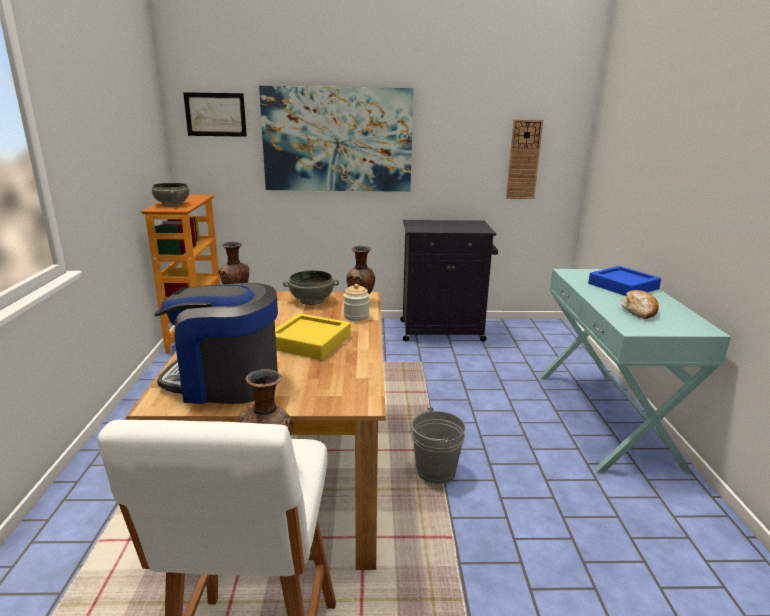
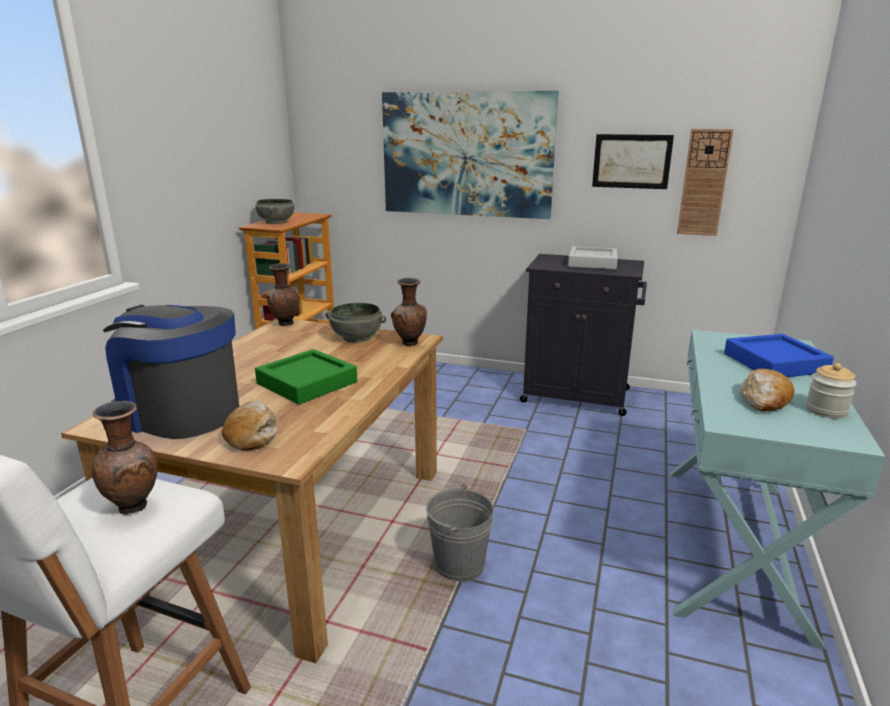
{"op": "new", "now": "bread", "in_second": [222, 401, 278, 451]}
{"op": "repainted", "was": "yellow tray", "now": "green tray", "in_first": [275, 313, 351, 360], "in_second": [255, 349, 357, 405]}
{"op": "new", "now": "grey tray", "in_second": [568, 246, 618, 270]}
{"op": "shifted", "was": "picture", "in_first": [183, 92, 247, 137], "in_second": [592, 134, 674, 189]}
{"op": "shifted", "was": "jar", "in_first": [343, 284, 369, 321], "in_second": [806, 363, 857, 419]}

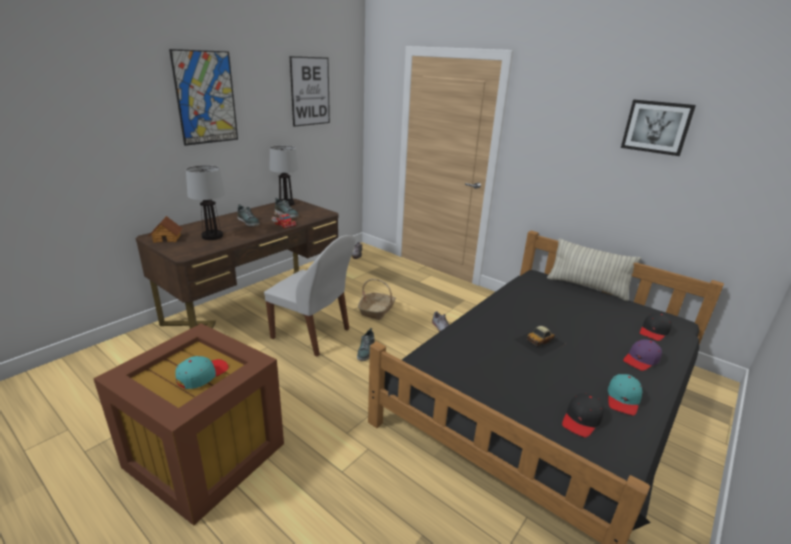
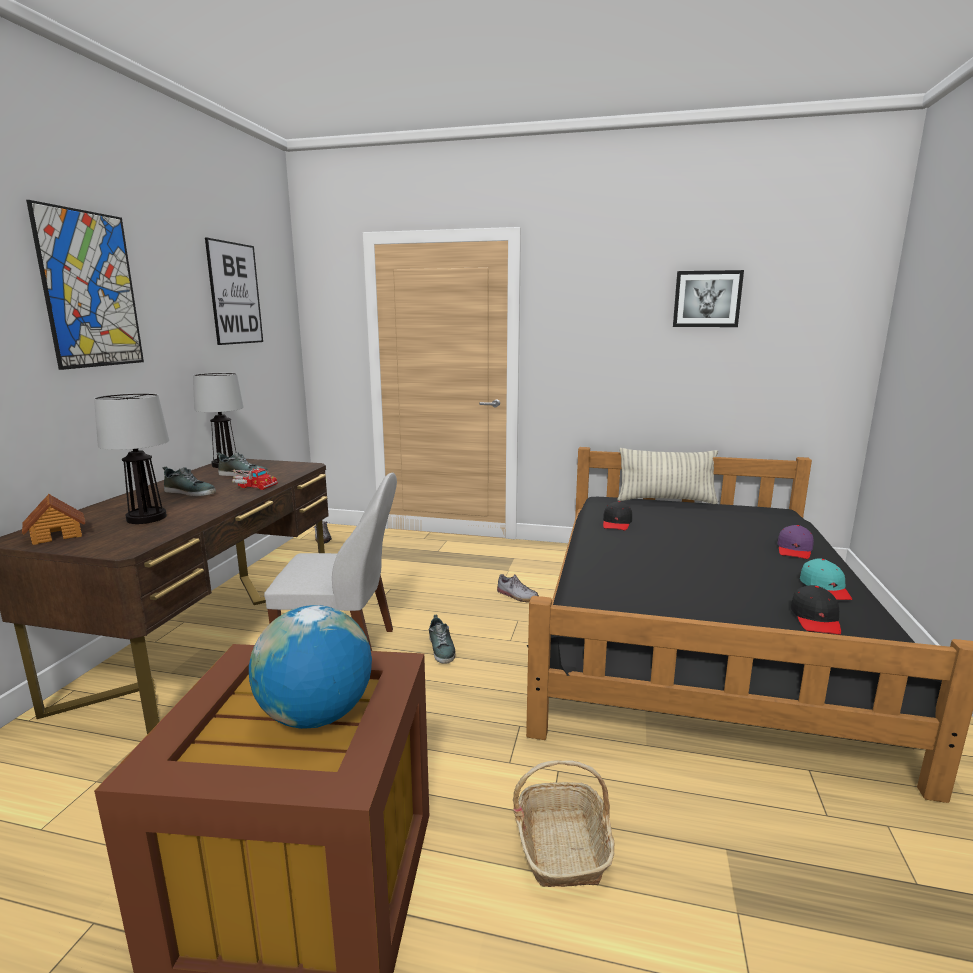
{"op": "swapped", "was": "turquoise cap", "now": "globe", "in_first": [175, 356, 229, 389], "in_second": [249, 605, 372, 729]}
{"op": "shifted", "was": "basket", "in_first": [358, 279, 396, 320], "in_second": [513, 760, 614, 887]}
{"op": "shifted", "was": "black cap", "in_first": [640, 313, 672, 341], "in_second": [603, 501, 632, 530]}
{"op": "gone", "was": "toy car", "in_first": [514, 326, 566, 357]}

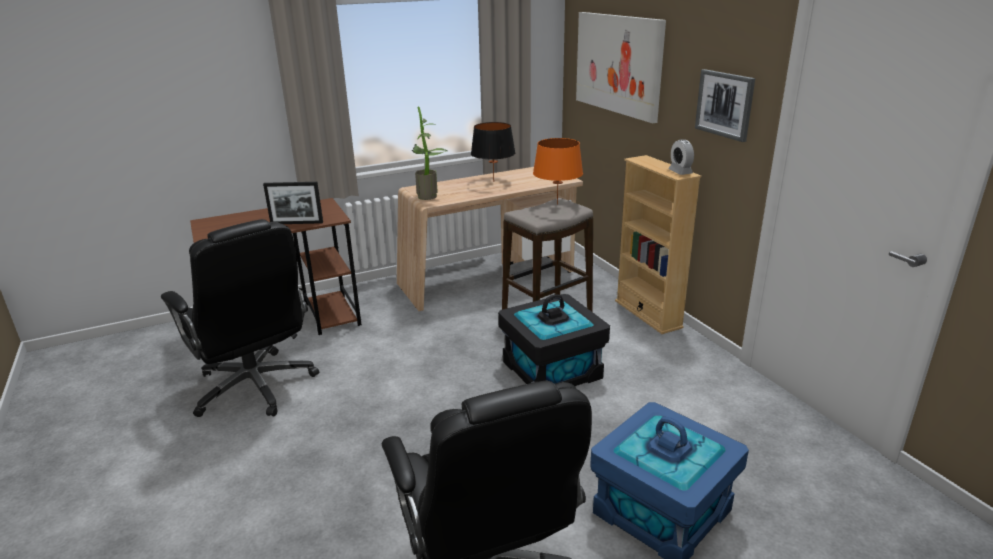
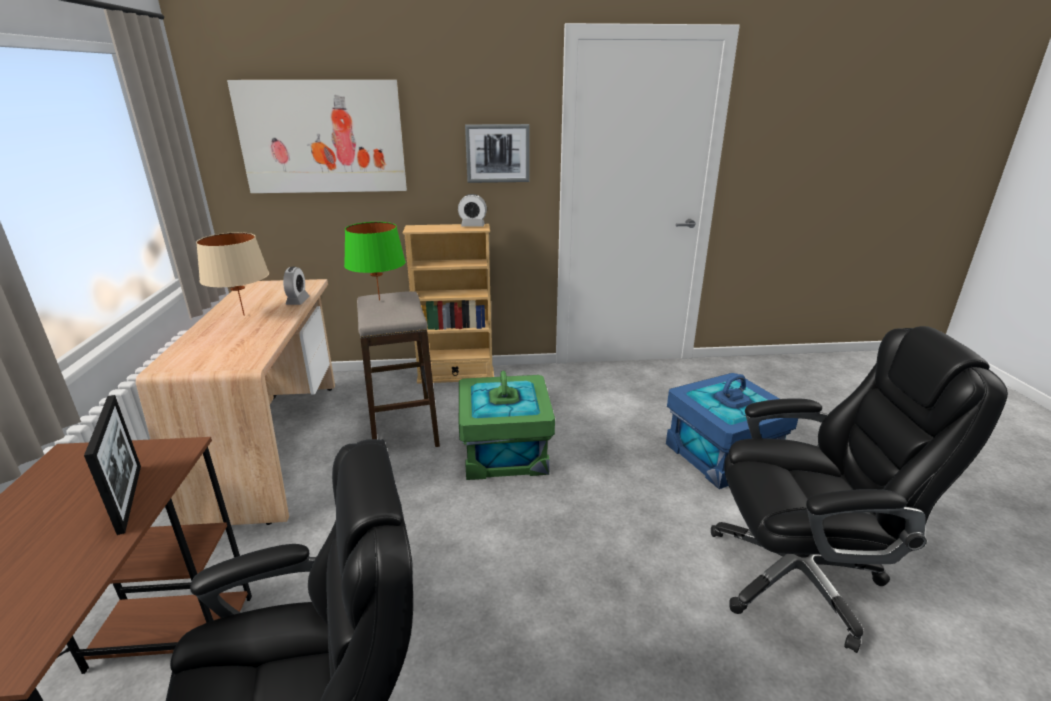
{"op": "rotated", "was": "picture frame", "in_first": [263, 182, 323, 224], "in_second": [84, 395, 141, 535], "clockwise": -45}
{"op": "repainted", "was": "black table lamp", "now": "beige table lamp", "in_first": [471, 122, 515, 182], "in_second": [196, 232, 269, 316]}
{"op": "new", "now": "alarm clock", "in_second": [283, 267, 309, 305]}
{"op": "repainted", "was": "orange table lamp", "now": "green table lamp", "in_first": [533, 138, 583, 205], "in_second": [344, 222, 406, 301]}
{"op": "repainted", "was": "black storage box", "now": "green storage box", "in_first": [498, 294, 610, 386], "in_second": [459, 371, 555, 480]}
{"op": "gone", "was": "potted plant", "in_first": [412, 106, 448, 200]}

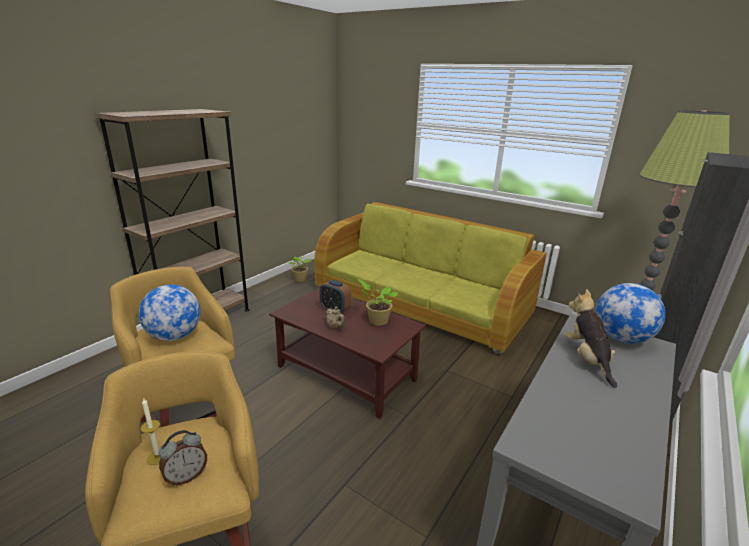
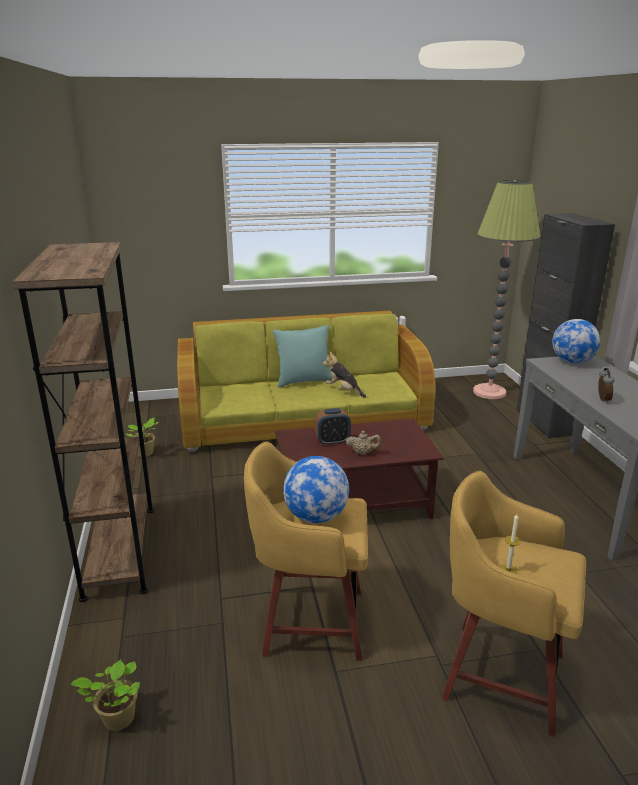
{"op": "shifted", "was": "potted plant", "in_first": [357, 279, 398, 326], "in_second": [71, 660, 140, 731]}
{"op": "new", "now": "turquoise pillow", "in_second": [273, 325, 332, 387]}
{"op": "shifted", "was": "plush toy", "in_first": [565, 289, 617, 388], "in_second": [323, 351, 366, 398]}
{"op": "shifted", "was": "alarm clock", "in_first": [159, 430, 207, 486], "in_second": [598, 368, 615, 403]}

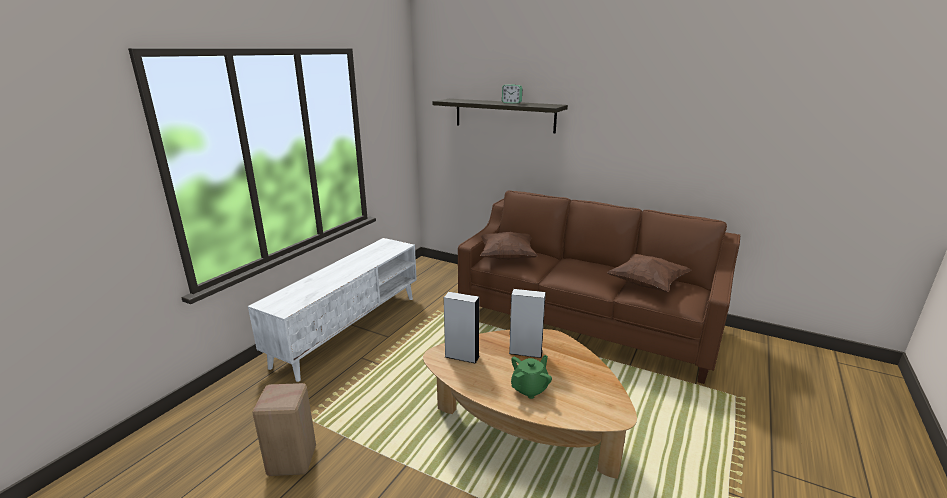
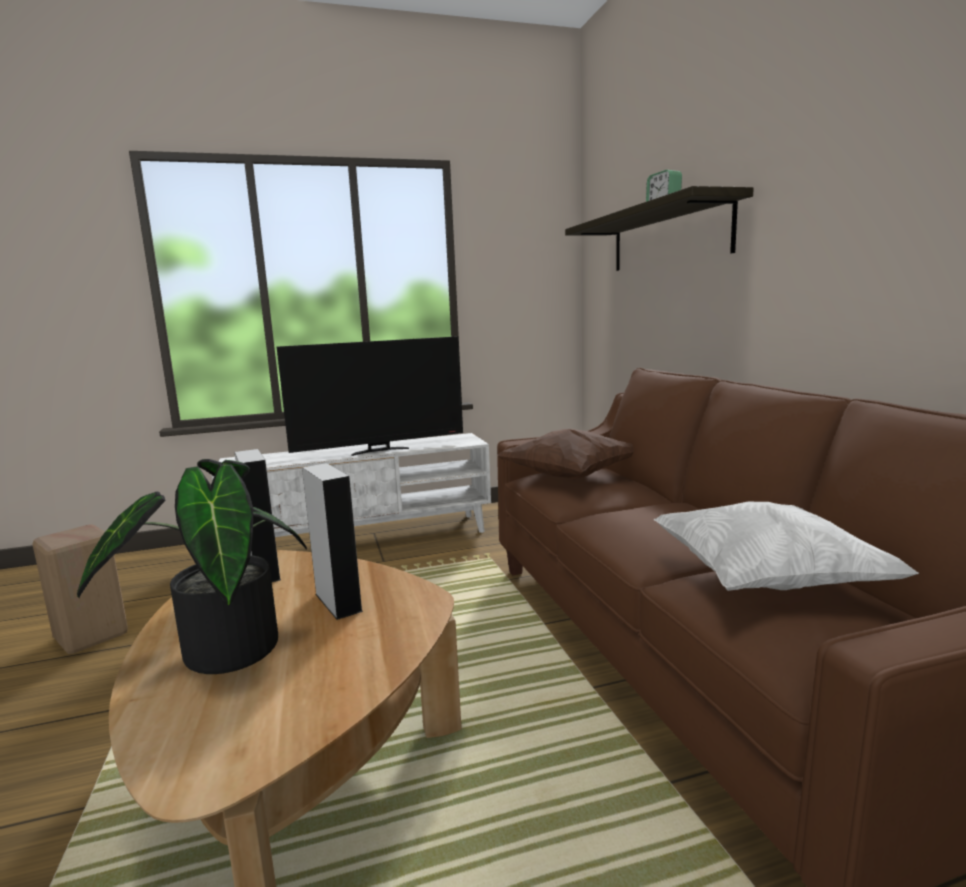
{"op": "swapped", "was": "green teapot", "now": "potted plant", "in_first": [511, 355, 552, 399], "in_second": [77, 459, 307, 674]}
{"op": "new", "now": "television", "in_second": [277, 336, 463, 456]}
{"op": "repainted", "was": "brown pillow", "now": "white pillow", "in_first": [607, 254, 692, 292], "in_second": [654, 502, 919, 591]}

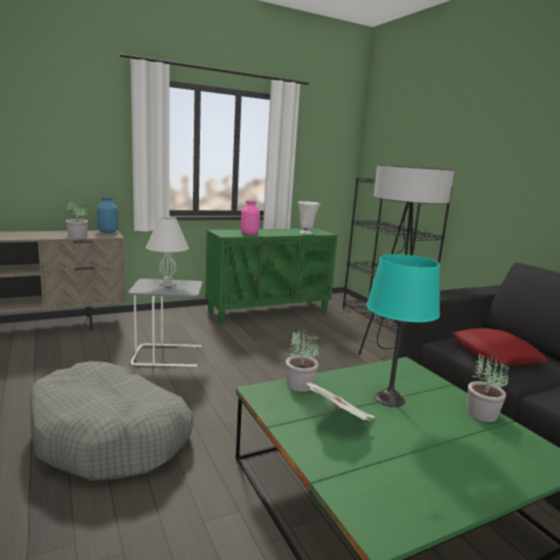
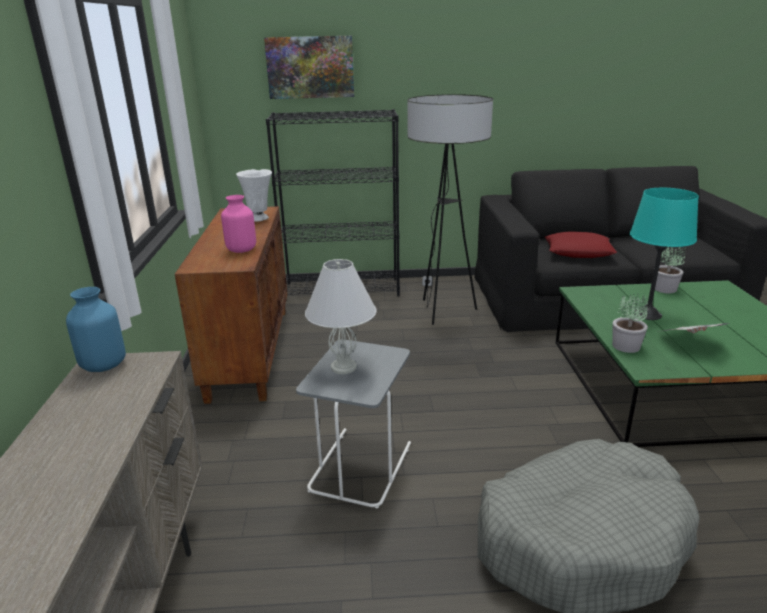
{"op": "repainted", "was": "green cabinet", "now": "brown cabinet", "in_first": [205, 228, 338, 324], "in_second": [175, 206, 288, 404]}
{"op": "new", "now": "picture", "in_second": [264, 36, 354, 99]}
{"op": "gone", "was": "potted plant", "in_first": [66, 200, 88, 238]}

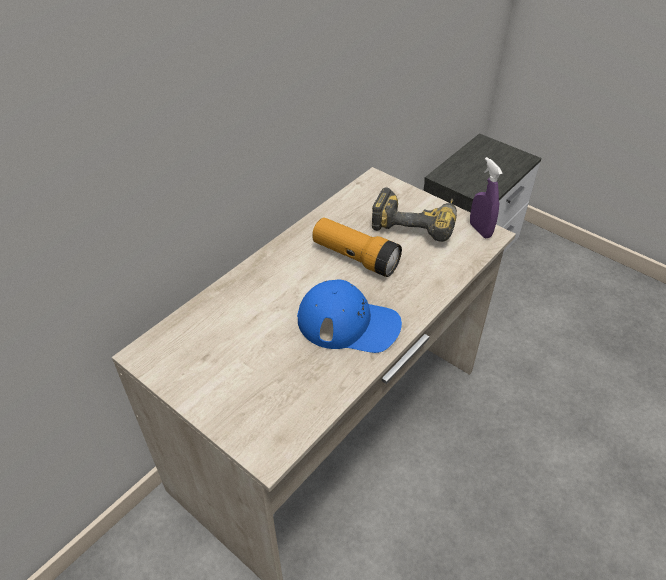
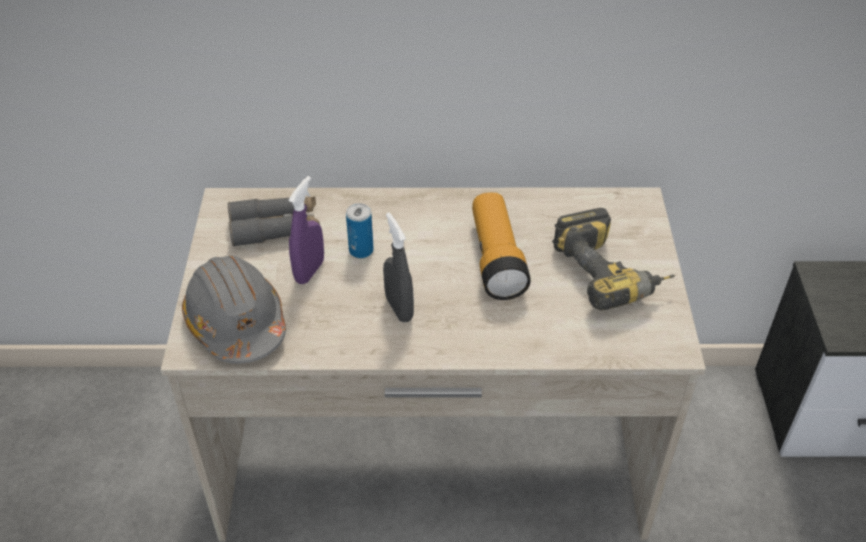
{"op": "new", "now": "grey hard hat", "in_second": [182, 255, 286, 364]}
{"op": "new", "now": "grey binoculars", "in_second": [228, 196, 320, 247]}
{"op": "shifted", "was": "purple spray bottle", "in_first": [470, 157, 503, 238], "in_second": [289, 176, 324, 284]}
{"op": "new", "now": "can", "in_second": [346, 203, 374, 258]}
{"op": "swapped", "was": "blue cap", "now": "grey spray bottle", "in_first": [297, 279, 402, 353], "in_second": [383, 212, 414, 322]}

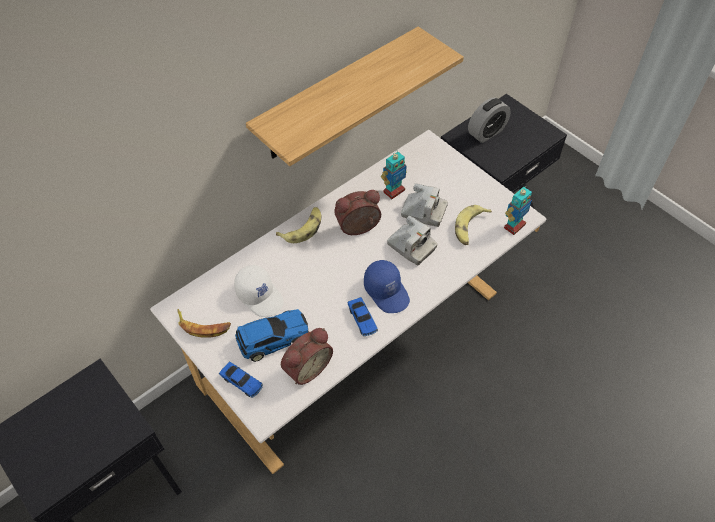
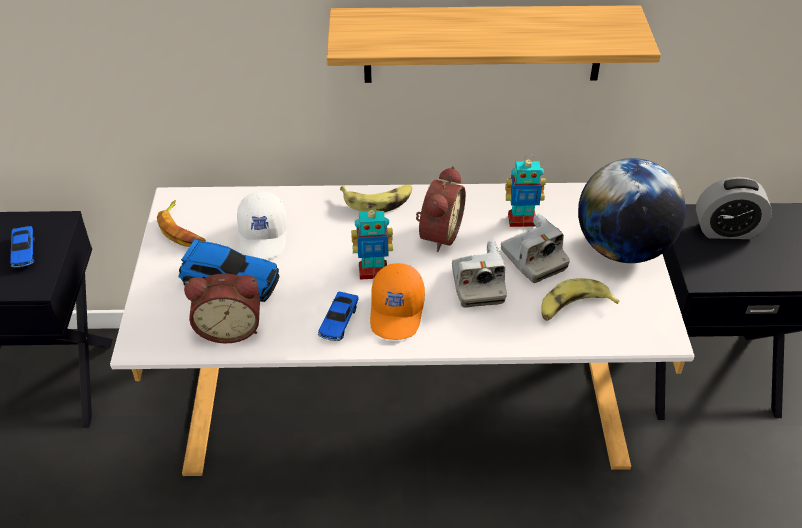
{"op": "shifted", "was": "toy car", "in_first": [219, 362, 263, 398], "in_second": [10, 226, 35, 268]}
{"op": "shifted", "was": "toy robot", "in_first": [504, 186, 532, 235], "in_second": [351, 205, 393, 280]}
{"op": "repainted", "was": "blue cap", "now": "orange cap", "in_first": [364, 260, 410, 313], "in_second": [370, 263, 425, 340]}
{"op": "rotated", "was": "alarm clock", "in_first": [334, 190, 381, 235], "in_second": [416, 166, 466, 252], "clockwise": 90}
{"op": "new", "now": "globe", "in_second": [578, 158, 686, 263]}

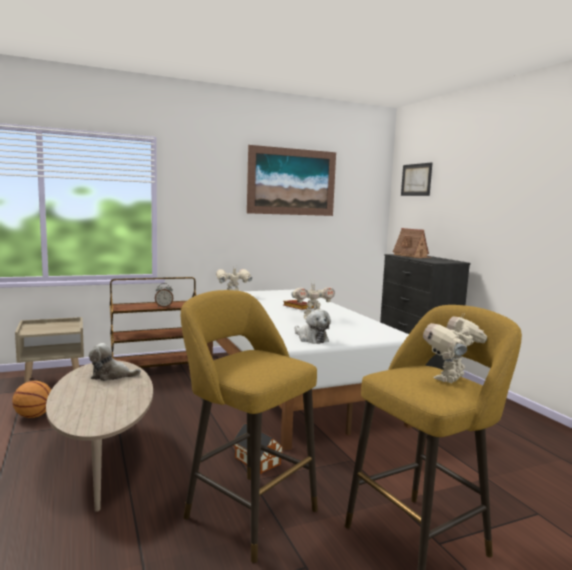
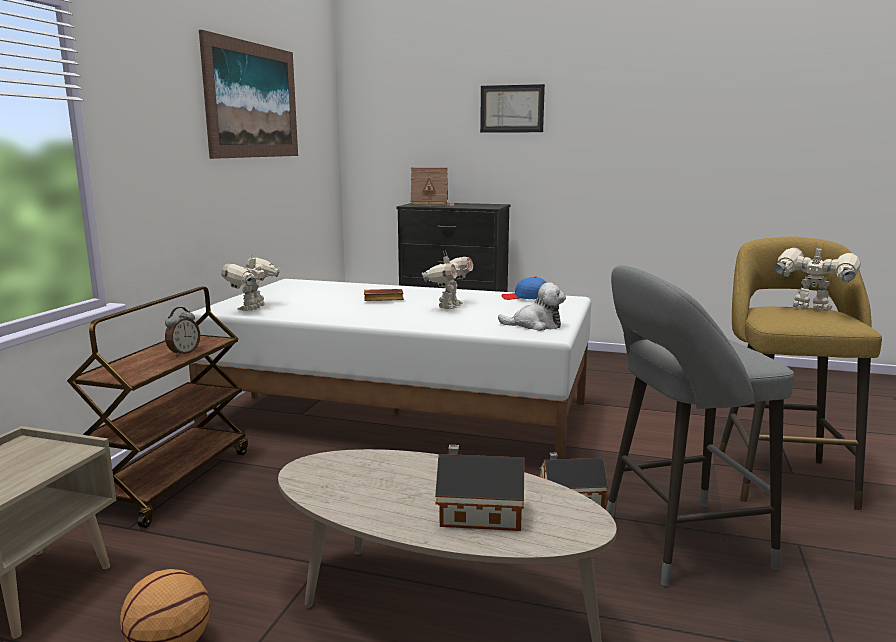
{"op": "new", "now": "toy house", "in_second": [435, 445, 524, 531]}
{"op": "shifted", "was": "picture", "in_first": [401, 162, 432, 196], "in_second": [480, 84, 545, 133]}
{"op": "new", "now": "blue cap", "in_second": [502, 276, 546, 300]}
{"op": "repainted", "was": "yellow stool", "now": "grey stool", "in_first": [181, 290, 318, 563], "in_second": [606, 265, 794, 586]}
{"op": "rotated", "was": "toy robot", "in_first": [423, 314, 487, 383], "in_second": [774, 244, 861, 311], "clockwise": 135}
{"op": "gone", "was": "plush toy", "in_first": [89, 343, 141, 381]}

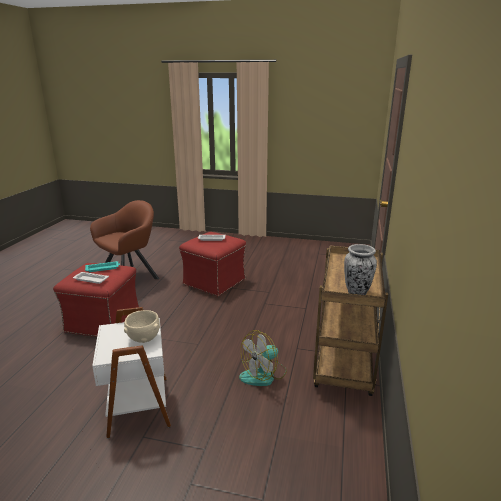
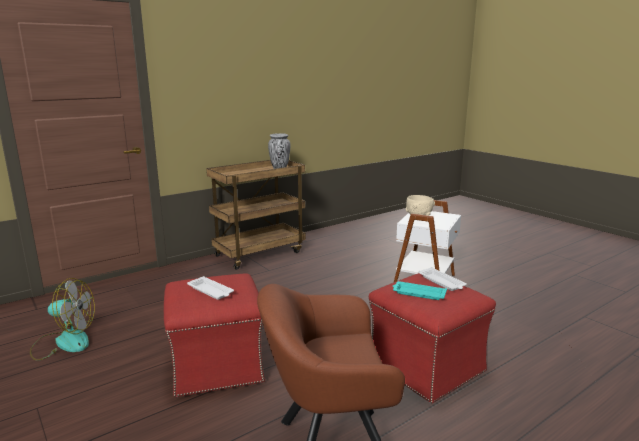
{"op": "shifted", "was": "fan", "in_first": [239, 330, 287, 386], "in_second": [30, 278, 95, 360]}

